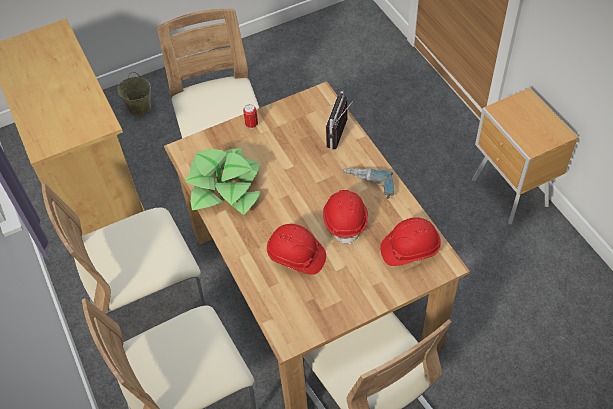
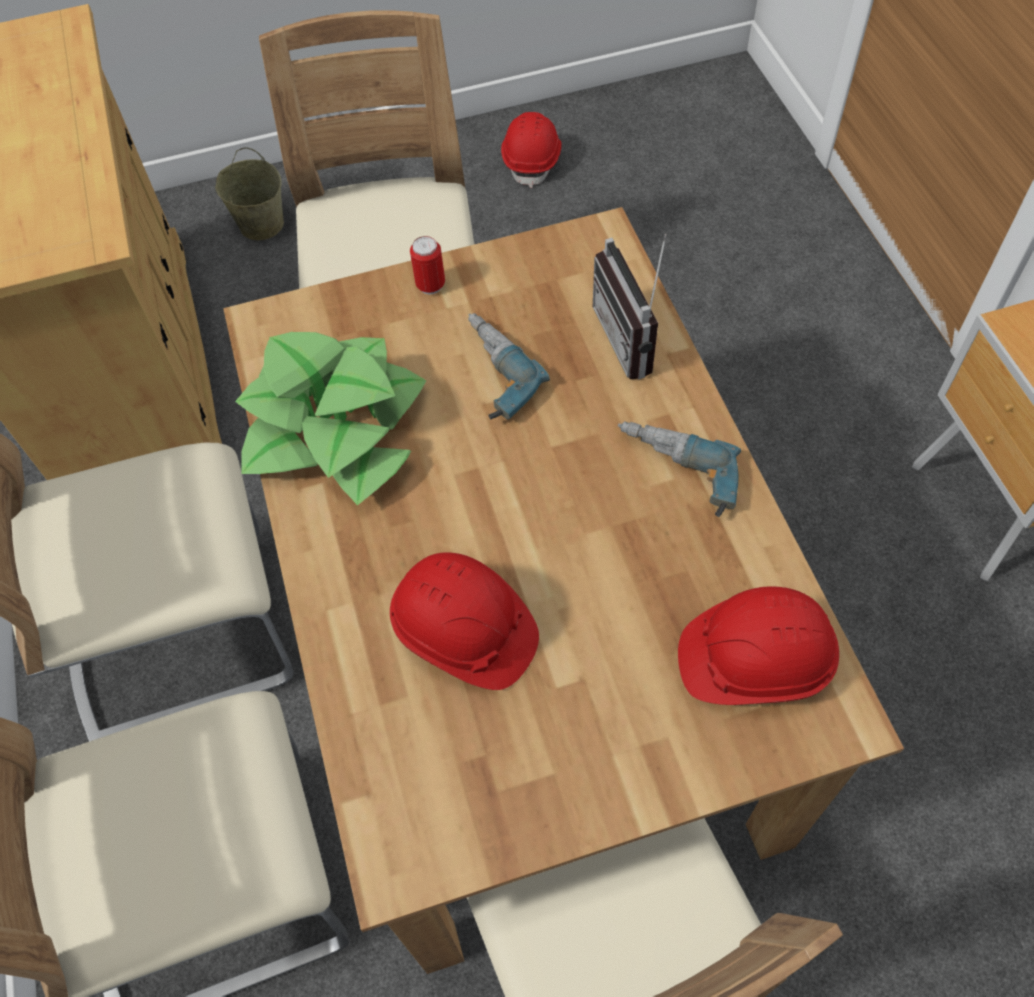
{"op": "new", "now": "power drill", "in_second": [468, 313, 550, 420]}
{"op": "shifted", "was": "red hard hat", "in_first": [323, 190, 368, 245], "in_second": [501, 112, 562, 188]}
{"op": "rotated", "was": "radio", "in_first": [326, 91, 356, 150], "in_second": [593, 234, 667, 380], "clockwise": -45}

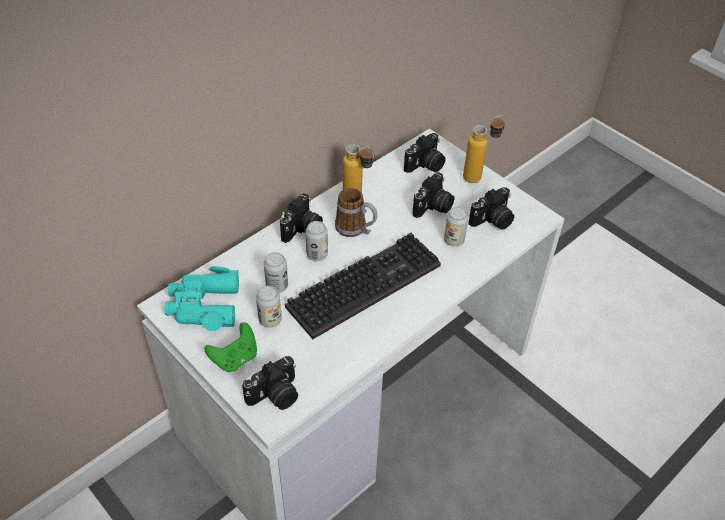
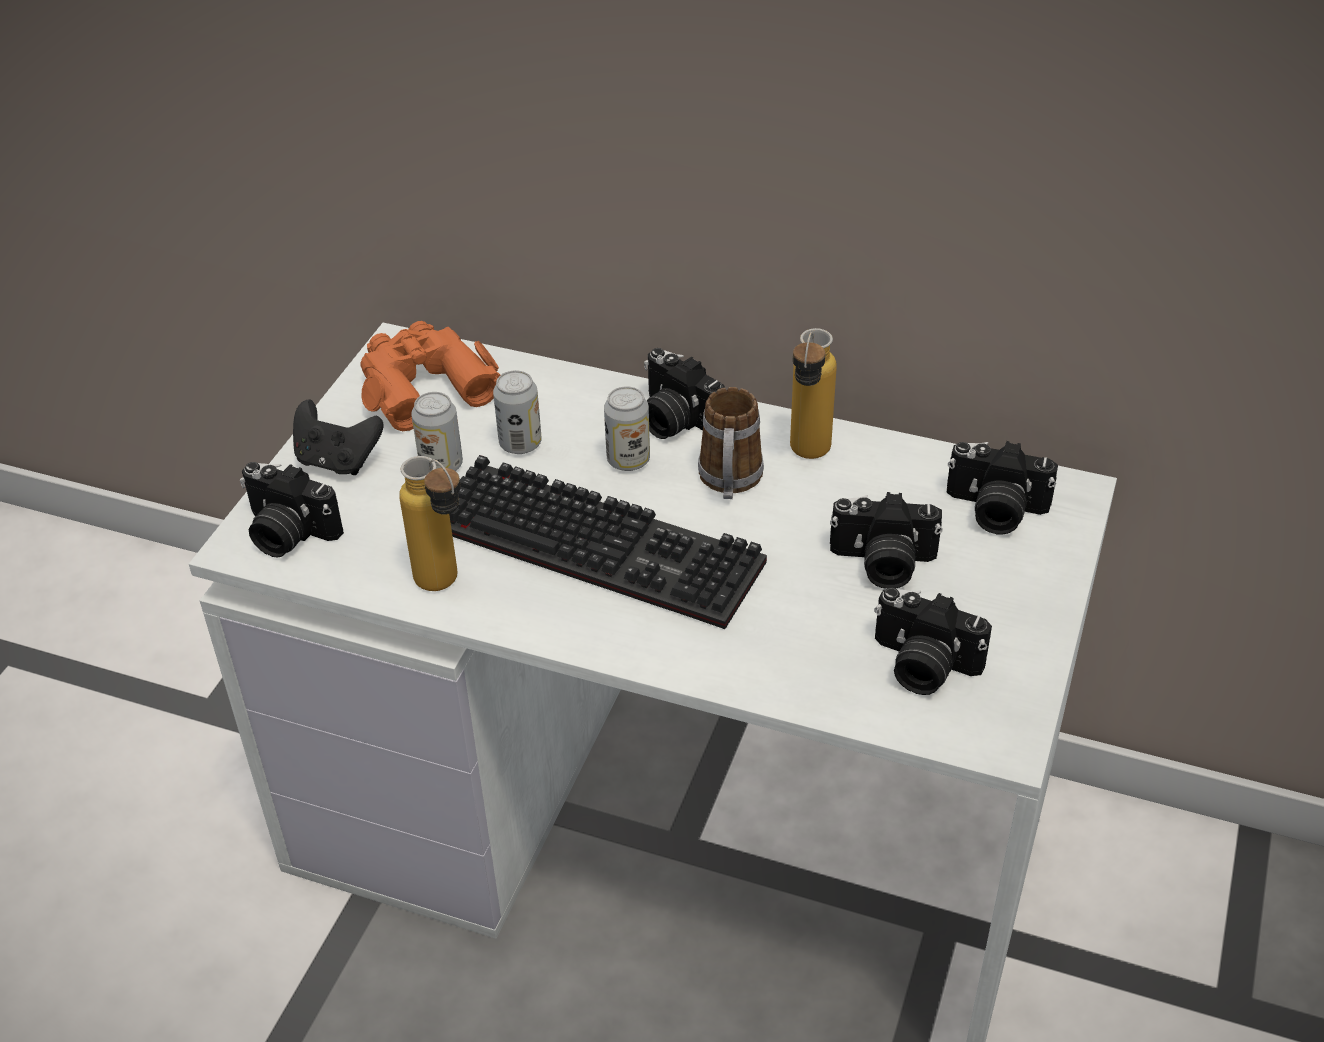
{"op": "repainted", "was": "green game controller", "now": "black game controller", "in_first": [204, 322, 257, 372], "in_second": [293, 399, 383, 475]}
{"op": "repainted", "was": "turquoise binoculars", "now": "orange binoculars", "in_first": [164, 266, 239, 331], "in_second": [361, 321, 500, 431]}
{"op": "shifted", "was": "bottle", "in_first": [463, 116, 506, 183], "in_second": [399, 456, 461, 591]}
{"op": "rotated", "was": "photo camera", "in_first": [280, 193, 323, 243], "in_second": [644, 348, 725, 439], "clockwise": 45}
{"op": "gone", "was": "can", "in_first": [444, 207, 468, 247]}

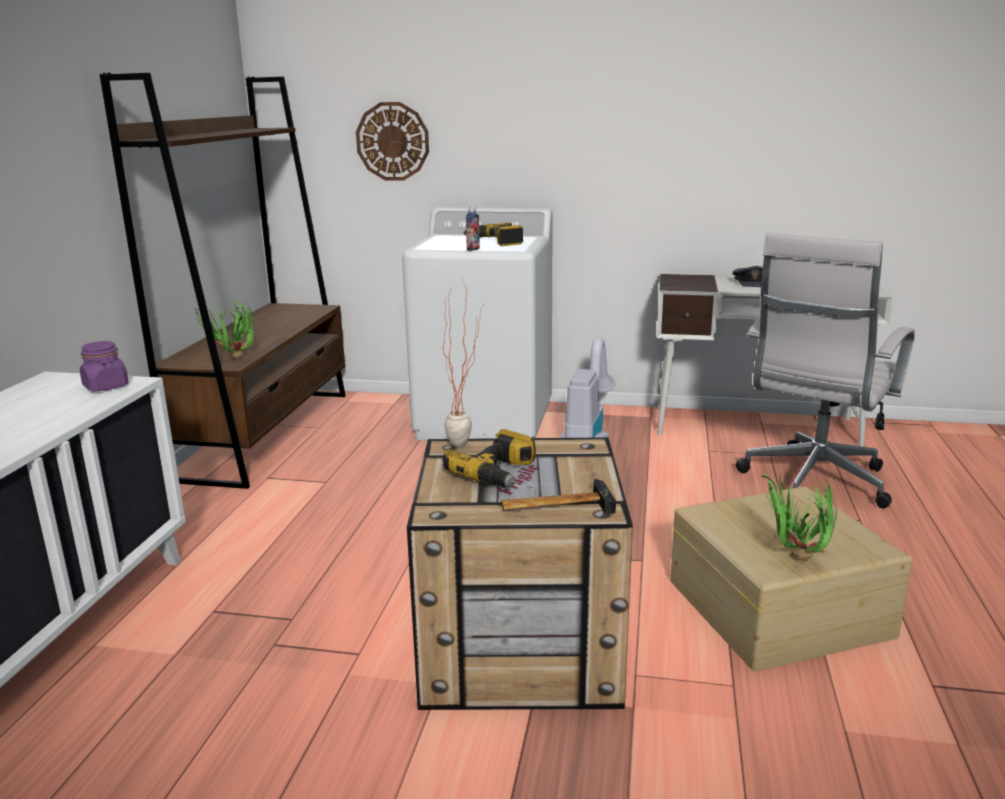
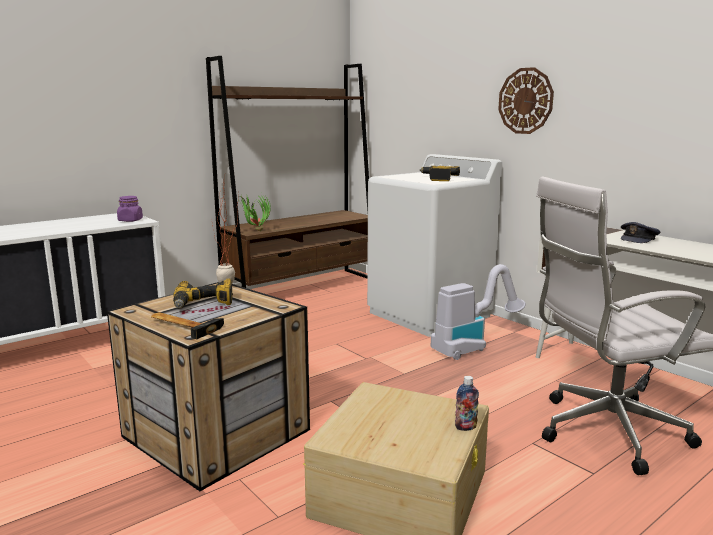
{"op": "shifted", "was": "bottle", "in_first": [466, 206, 480, 251], "in_second": [455, 376, 479, 431]}
{"op": "shifted", "was": "wall clock", "in_first": [356, 102, 429, 180], "in_second": [498, 67, 554, 134]}
{"op": "gone", "was": "potted plant", "in_first": [759, 470, 837, 561]}

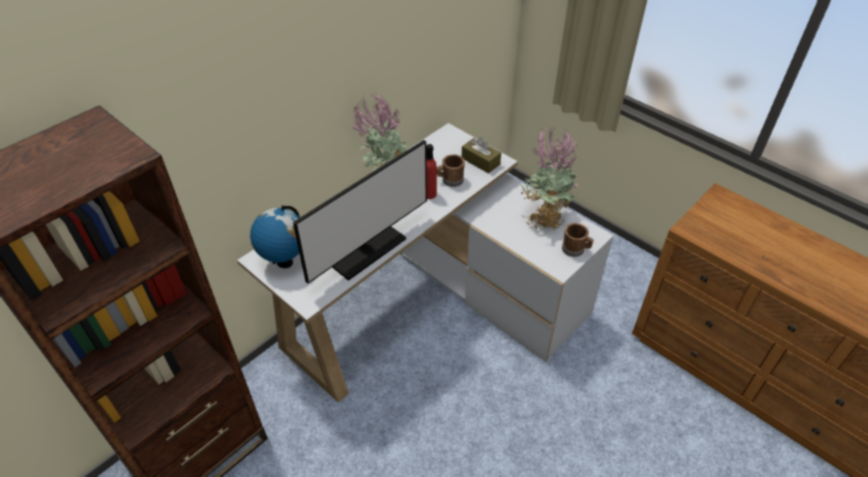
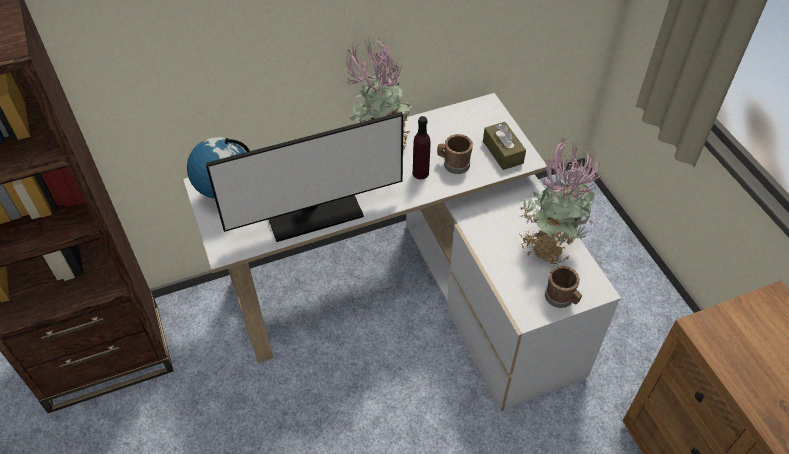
{"op": "repainted", "was": "red bottle", "now": "purple bottle", "in_first": [426, 144, 437, 199], "in_second": [413, 116, 430, 179]}

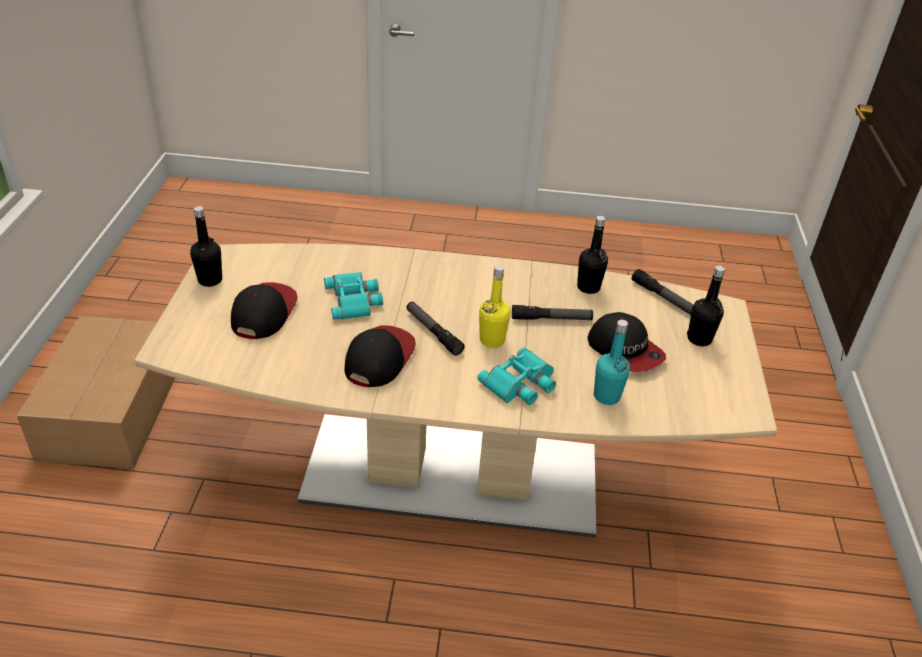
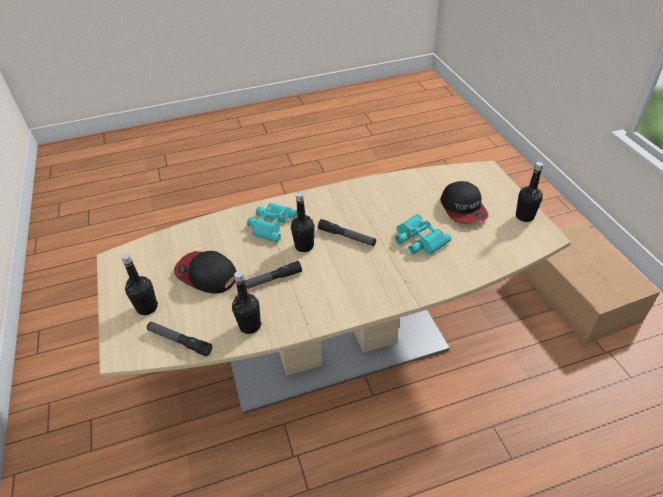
{"op": "repainted", "was": "yellow bottle", "now": "black bottle", "in_first": [479, 265, 511, 348], "in_second": [291, 192, 314, 252]}
{"op": "gone", "was": "cap", "in_first": [345, 325, 416, 387]}
{"op": "gone", "was": "turquoise bottle", "in_first": [594, 320, 630, 405]}

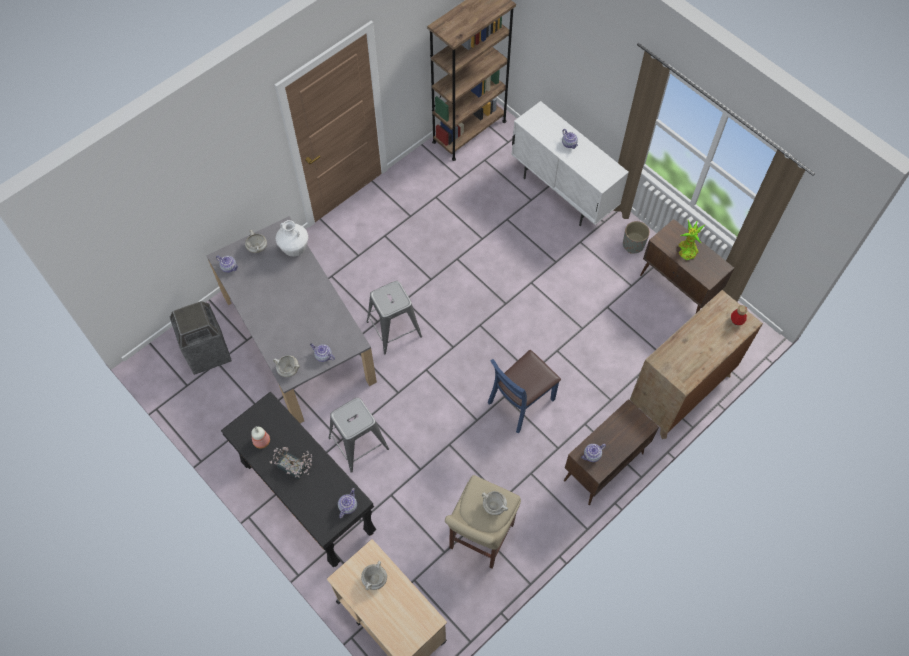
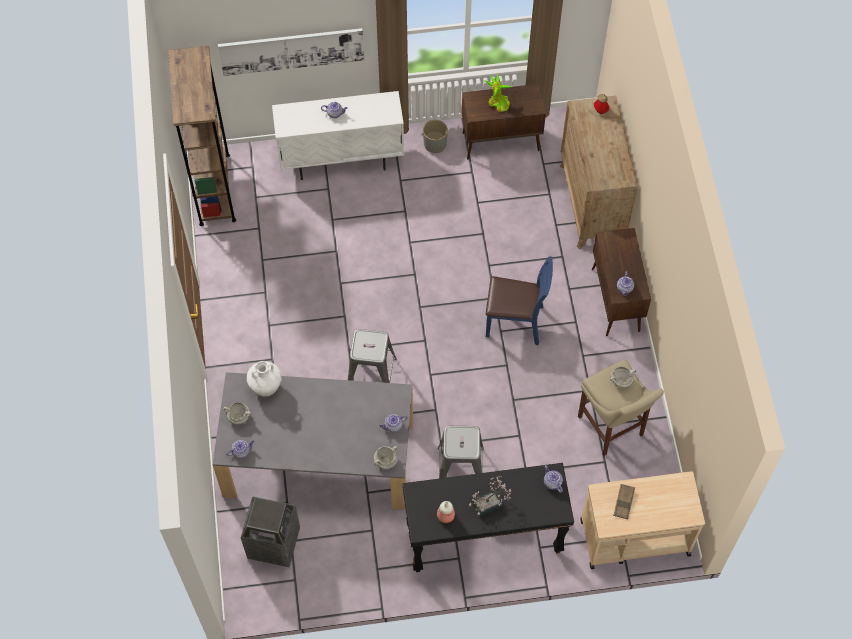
{"op": "new", "now": "picture", "in_second": [218, 28, 364, 76]}
{"op": "rotated", "was": "blue chair", "in_first": [488, 350, 561, 434], "in_second": [486, 256, 553, 345], "clockwise": -75}
{"op": "swapped", "was": "white cooking pot", "now": "brown tray", "in_first": [361, 561, 387, 590], "in_second": [613, 484, 635, 520]}

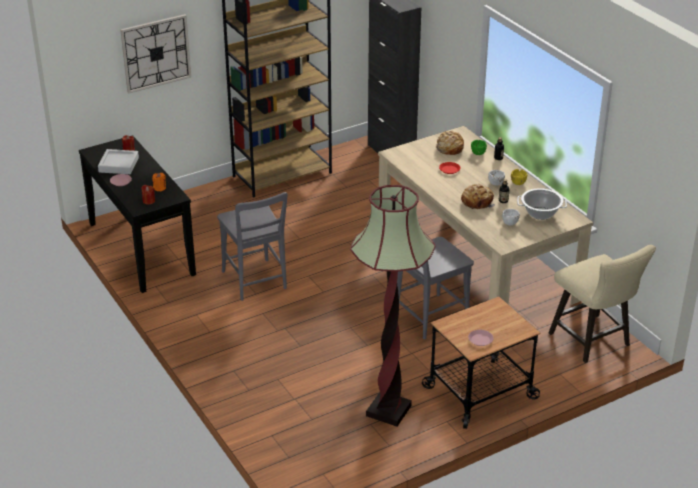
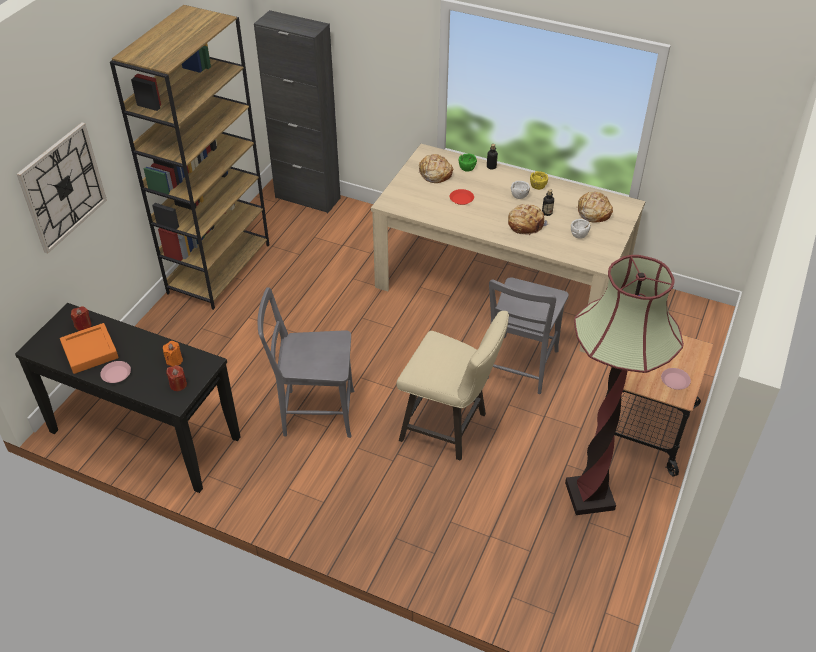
{"op": "repainted", "was": "grey tray", "now": "orange tray", "in_first": [98, 149, 139, 174], "in_second": [60, 323, 119, 374]}
{"op": "rotated", "was": "grey chair", "in_first": [217, 192, 288, 301], "in_second": [258, 287, 354, 438], "clockwise": 150}
{"op": "shifted", "was": "beige stool", "in_first": [549, 245, 656, 363], "in_second": [397, 311, 509, 461]}
{"op": "swapped", "was": "cooking pot", "now": "bread", "in_first": [517, 188, 567, 220], "in_second": [577, 192, 613, 222]}

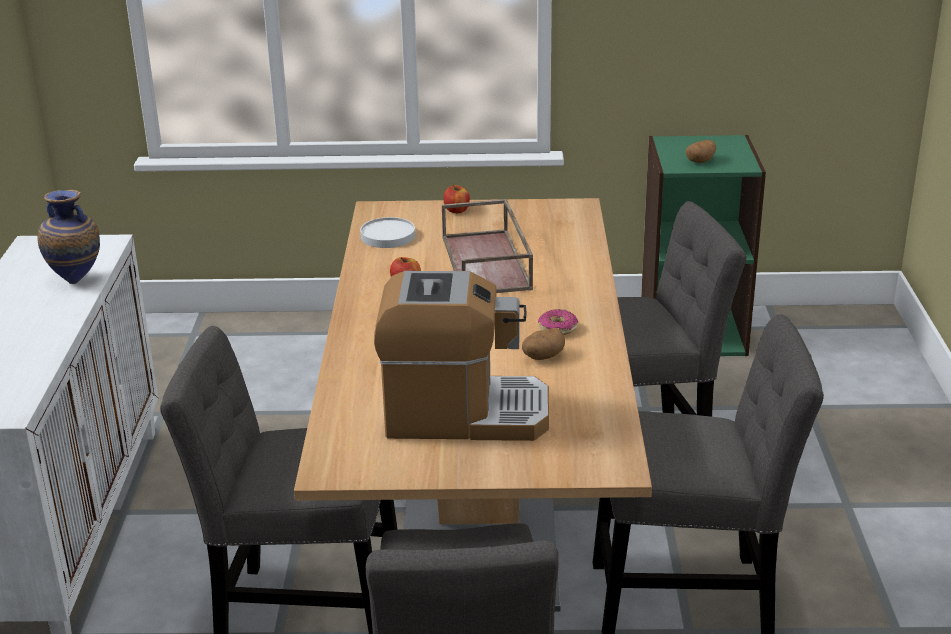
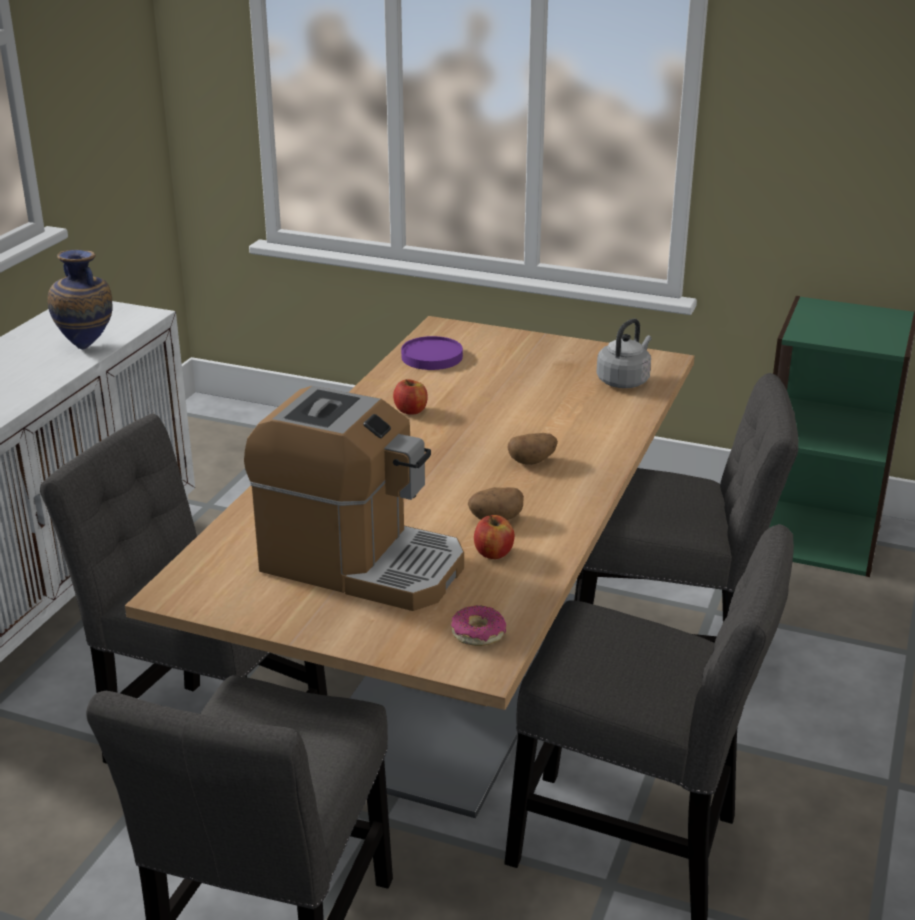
{"op": "repainted", "was": "white plate", "now": "purple plate", "in_first": [360, 217, 415, 248], "in_second": [401, 336, 463, 370]}
{"op": "shifted", "was": "donut", "in_first": [538, 309, 578, 335], "in_second": [451, 605, 506, 646]}
{"op": "shifted", "was": "apple", "in_first": [444, 185, 470, 213], "in_second": [474, 515, 515, 559]}
{"op": "shifted", "was": "potato", "in_first": [686, 140, 716, 163], "in_second": [508, 433, 558, 465]}
{"op": "new", "now": "grey kettle", "in_second": [596, 318, 652, 388]}
{"op": "gone", "was": "brown tray", "in_first": [442, 199, 533, 293]}

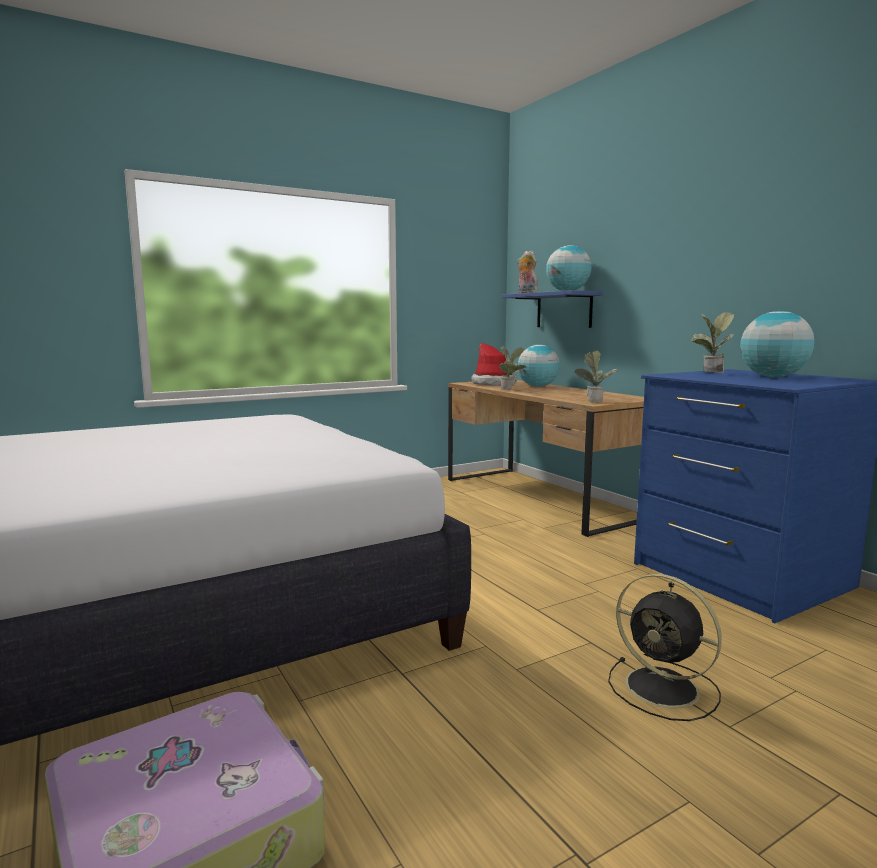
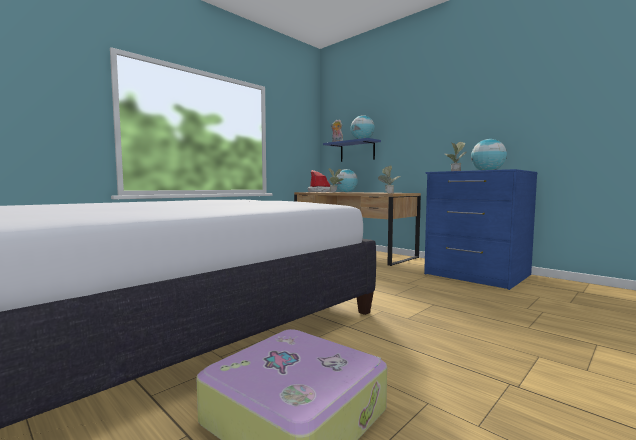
{"op": "gone", "was": "black fan", "in_first": [608, 574, 722, 721]}

